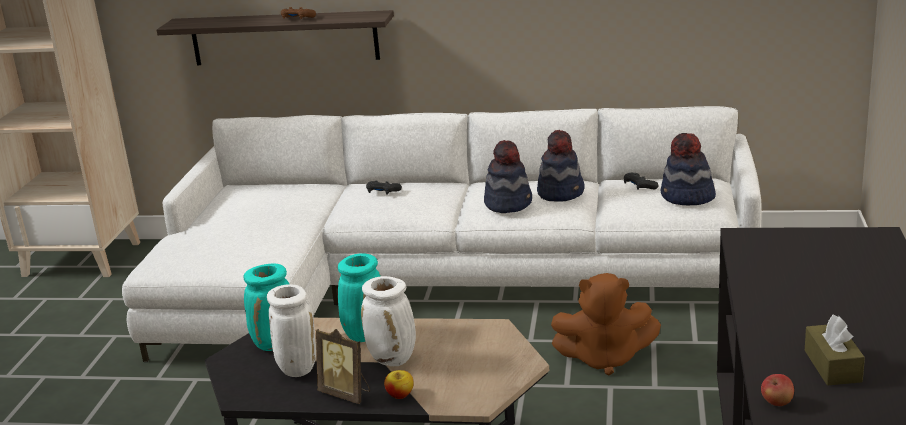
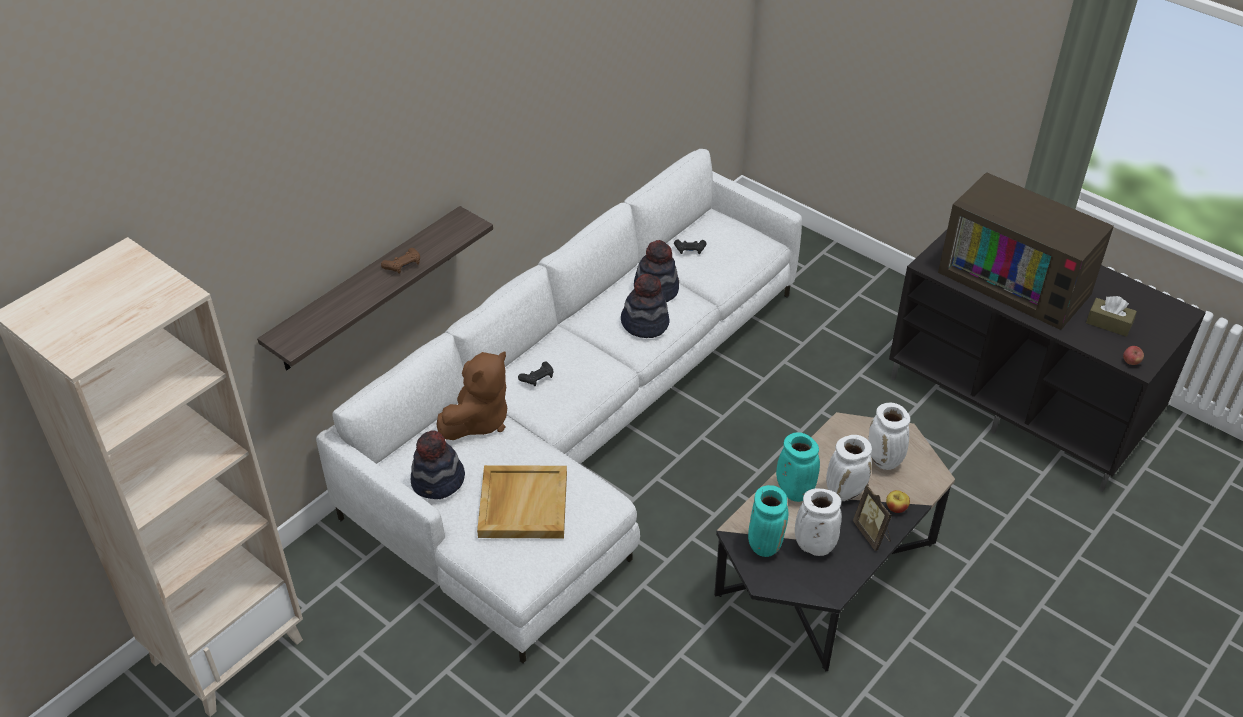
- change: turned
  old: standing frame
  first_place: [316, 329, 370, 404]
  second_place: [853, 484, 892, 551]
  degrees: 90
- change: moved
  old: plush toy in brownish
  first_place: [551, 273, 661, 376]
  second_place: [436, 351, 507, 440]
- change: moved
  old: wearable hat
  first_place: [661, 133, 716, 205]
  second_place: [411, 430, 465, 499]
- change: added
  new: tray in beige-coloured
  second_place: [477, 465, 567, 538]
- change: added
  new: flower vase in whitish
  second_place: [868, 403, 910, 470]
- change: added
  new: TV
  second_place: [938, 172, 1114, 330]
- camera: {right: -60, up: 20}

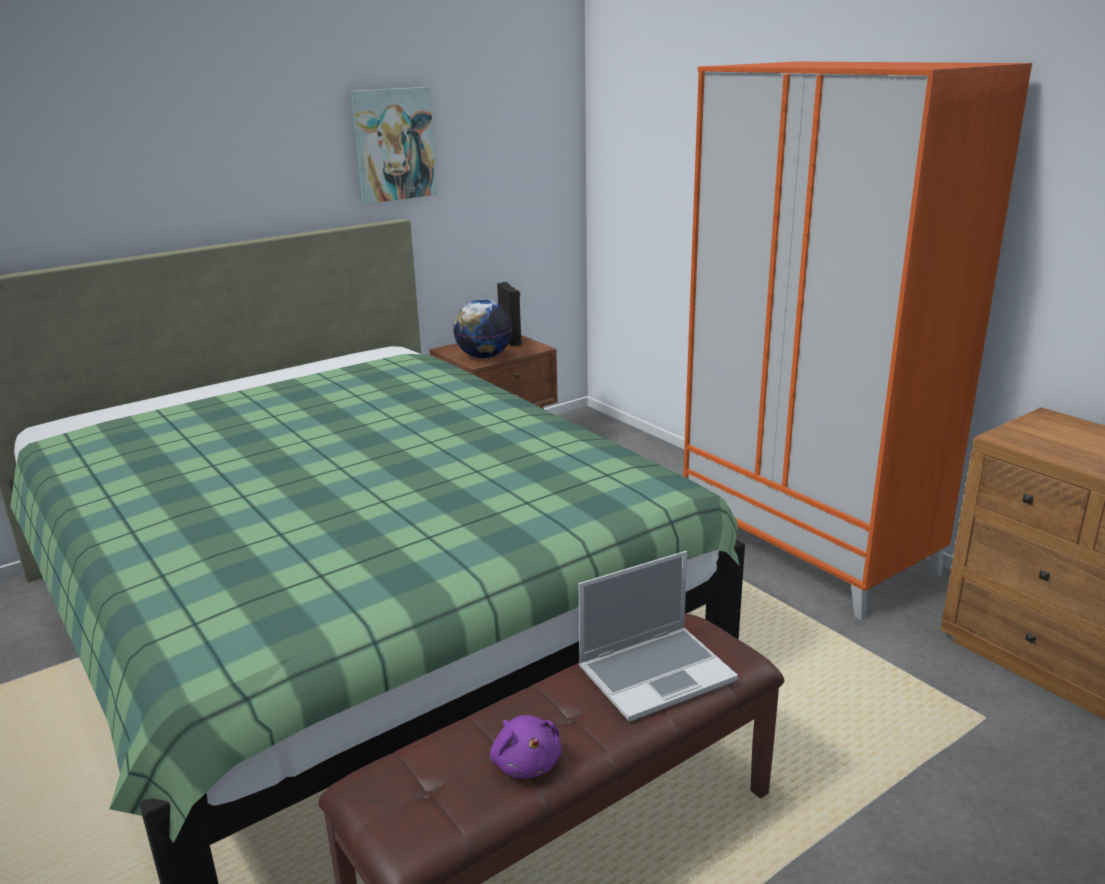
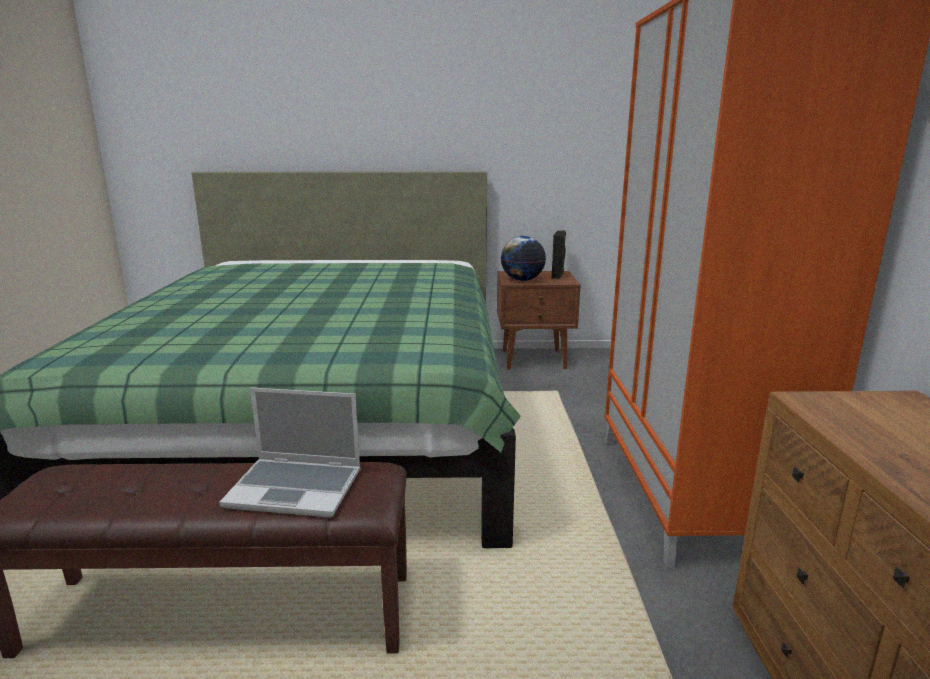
- change: removed
  old: wall art
  first_place: [349, 87, 438, 204]
- change: removed
  old: plush toy in purplish
  first_place: [490, 715, 561, 779]
- camera: {right: 35, up: -5}

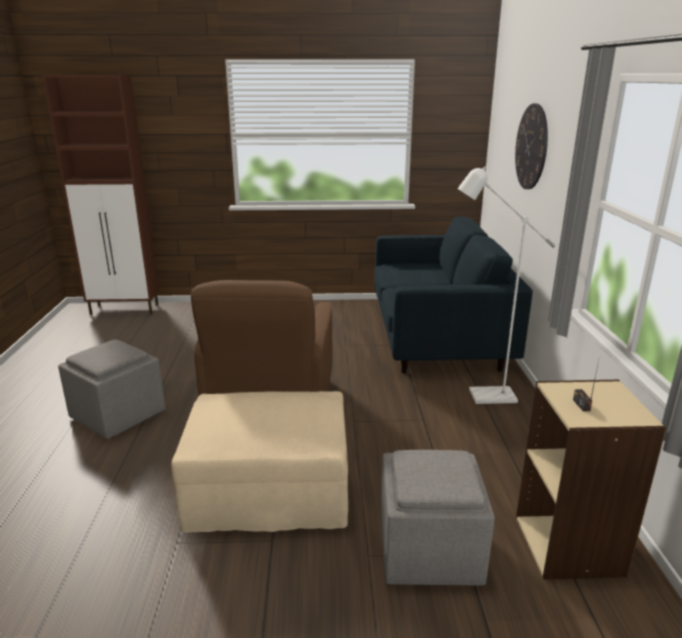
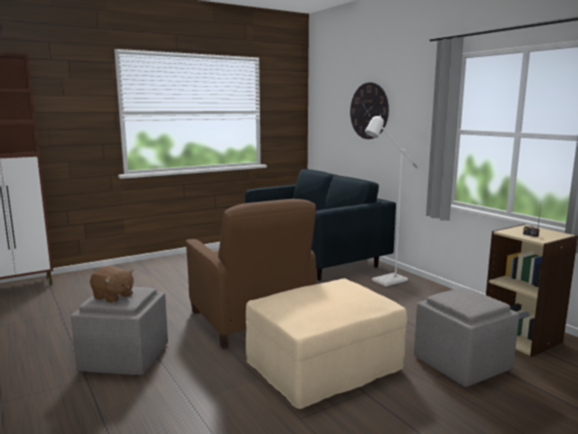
- change: added
  new: plush toy in brownish
  second_place: [90, 266, 134, 303]
- camera: {right: -30, up: -10}

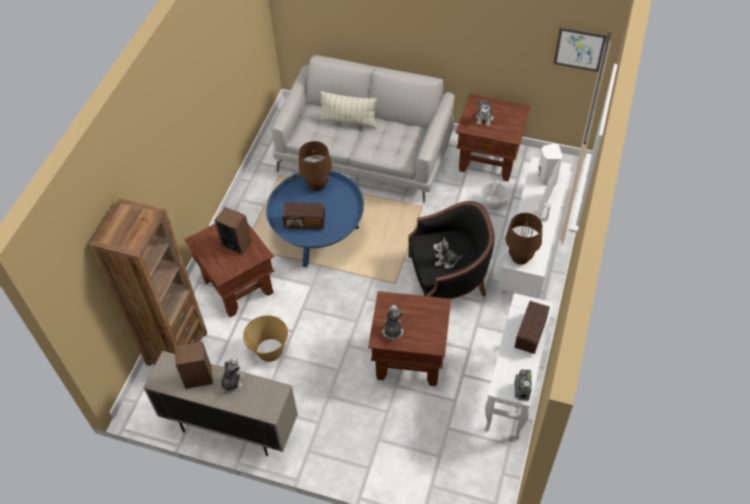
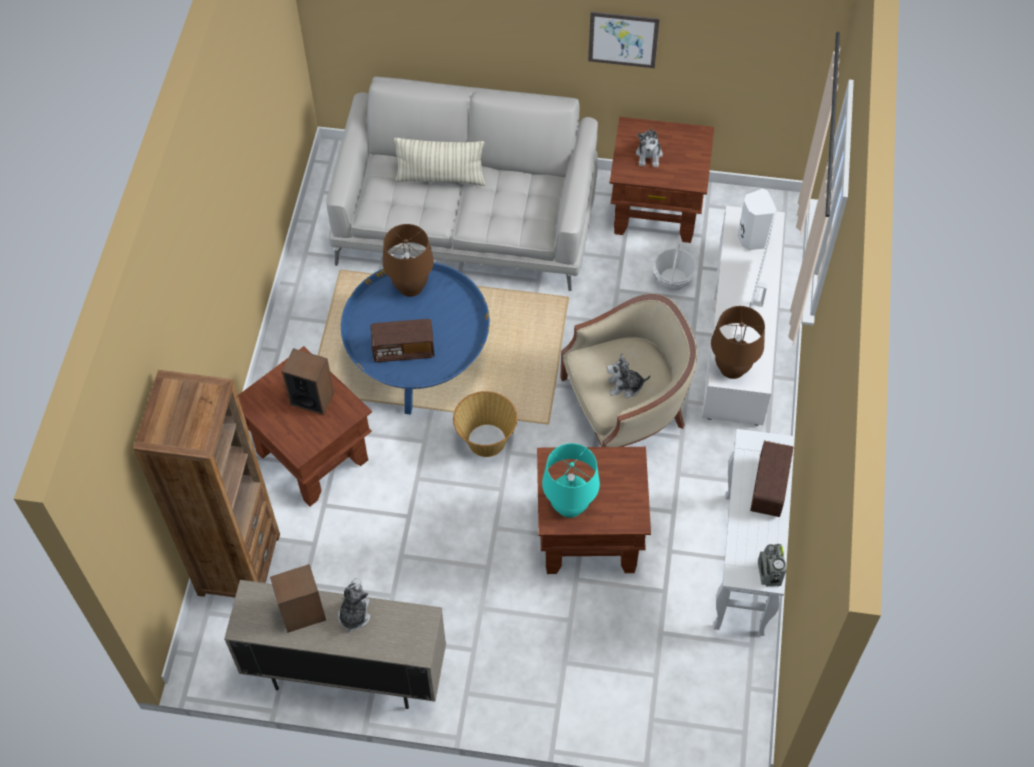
- change: moved
  old: basket
  first_place: [243, 315, 288, 362]
  second_place: [453, 391, 517, 457]
- change: replaced
  old: plush toy
  new: table lamp in turquoise-coloured
  first_place: [382, 305, 404, 340]
  second_place: [542, 443, 600, 518]
- change: recoloured
  old: lounge chair in blackish
  new: lounge chair in beige-coloured
  first_place: [408, 201, 494, 299]
  second_place: [560, 294, 697, 447]
- change: moved
  old: wall art
  first_place: [553, 27, 607, 72]
  second_place: [588, 11, 660, 68]
- camera: {right: -10, up: 5}

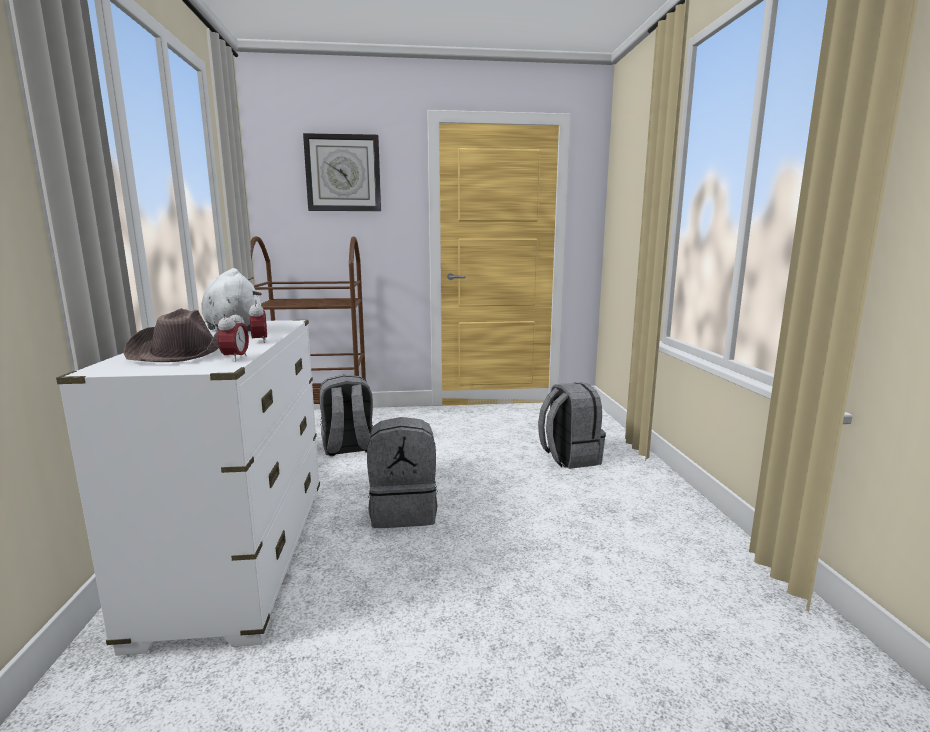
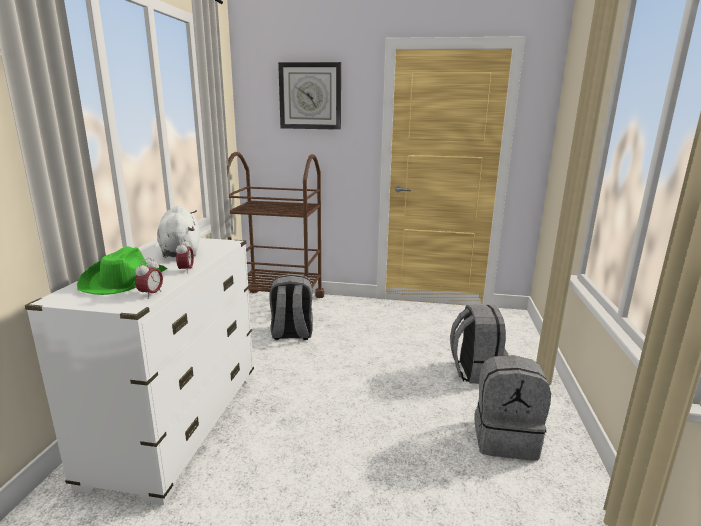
- change: recoloured
  old: wearable hat in brownish
  new: wearable hat in green
  first_place: [123, 308, 219, 362]
  second_place: [77, 246, 167, 295]
- change: moved
  old: backpack in greyish
  first_place: [367, 417, 438, 528]
  second_place: [474, 355, 551, 460]
- camera: {right: 15, up: 5}

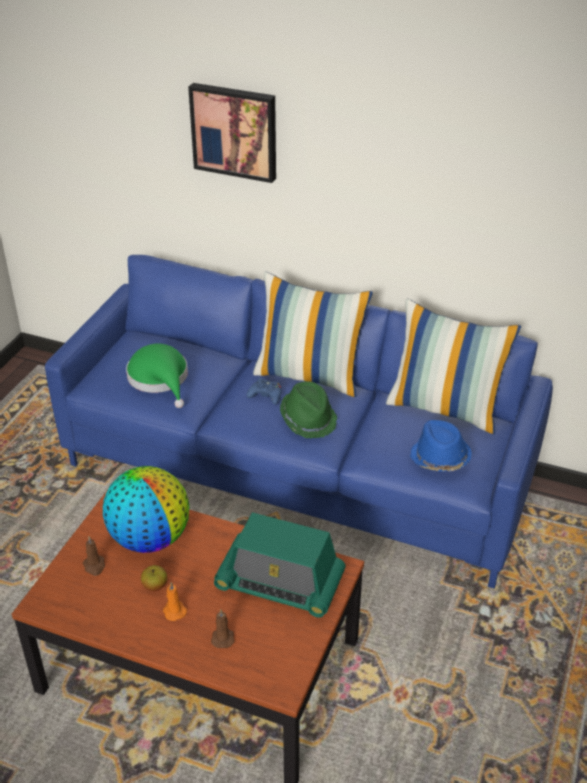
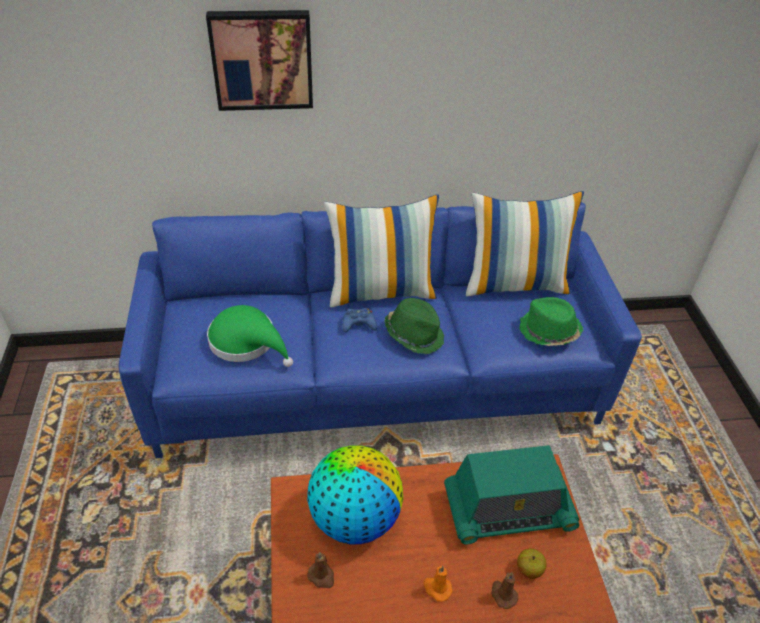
- change: moved
  old: whole apple
  first_place: [141, 565, 167, 591]
  second_place: [517, 548, 546, 579]
- change: recoloured
  old: wearable hat in bluish
  new: wearable hat in green
  first_place: [410, 420, 472, 471]
  second_place: [519, 297, 583, 346]
- camera: {right: -30, up: 5}

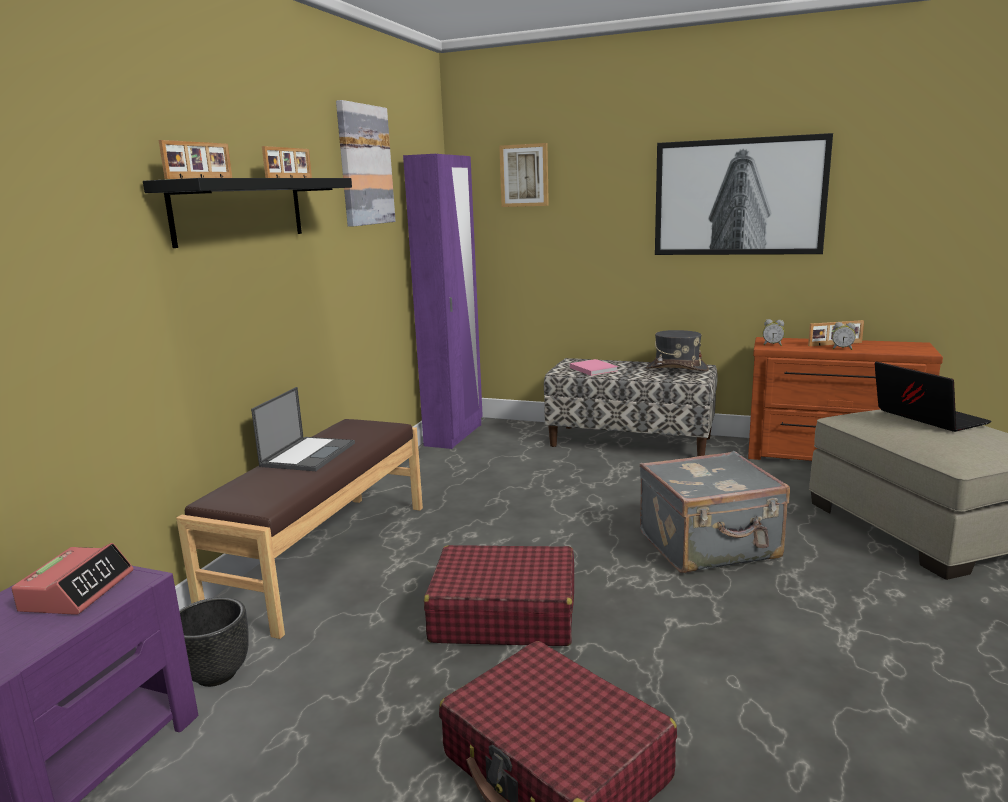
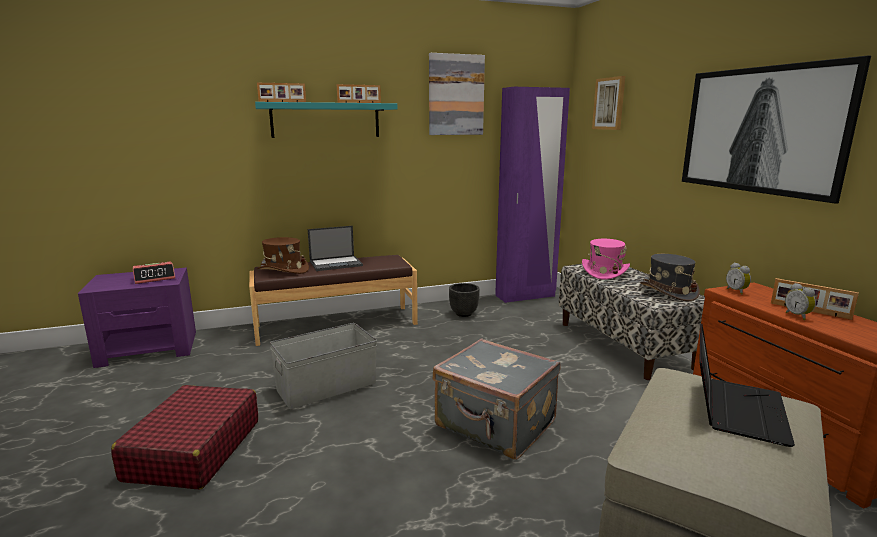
- change: recoloured
  old: bracket shelf in blackish
  new: bracket shelf in turquoise-coloured
  first_place: [143, 178, 352, 248]
  second_place: [255, 102, 397, 138]
- change: moved
  old: planter in blackish
  first_place: [179, 597, 249, 687]
  second_place: [449, 283, 480, 317]
- change: replaced
  old: travel case in red-coloured
  new: storage container in greyish
  first_place: [424, 545, 574, 646]
  second_place: [270, 323, 377, 409]
- change: replaced
  old: volume in pinkish
  new: wearable hat in pinkish
  first_place: [570, 359, 618, 376]
  second_place: [582, 239, 630, 280]
- change: added
  new: wearable hat in brownish
  second_place: [257, 237, 309, 274]
- camera: {right: 50, up: 0}

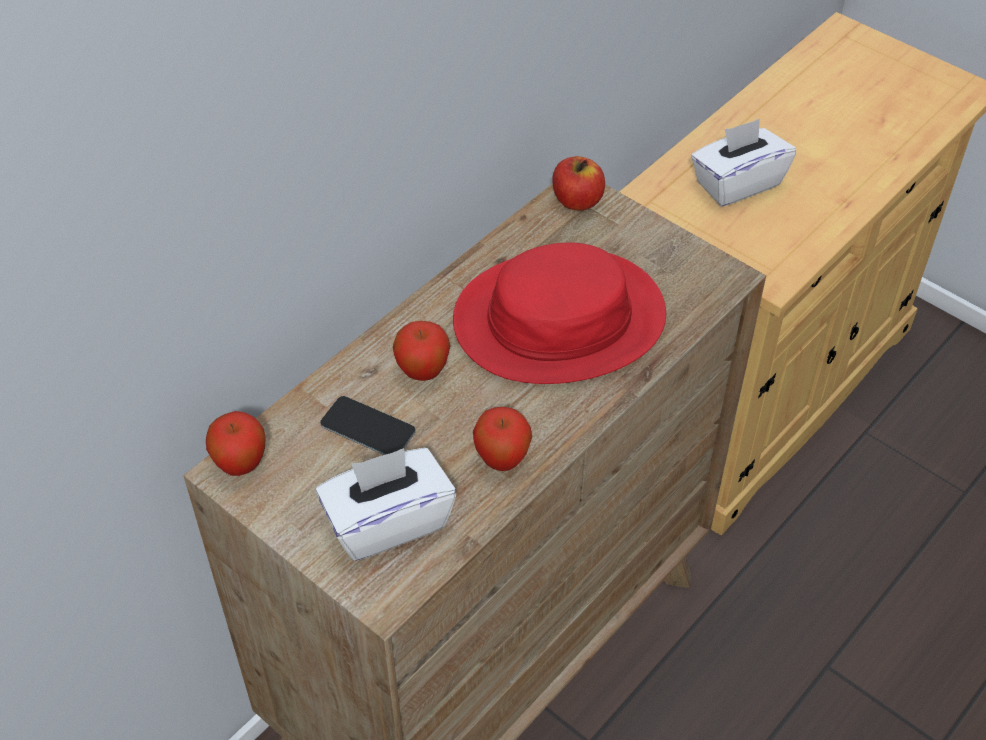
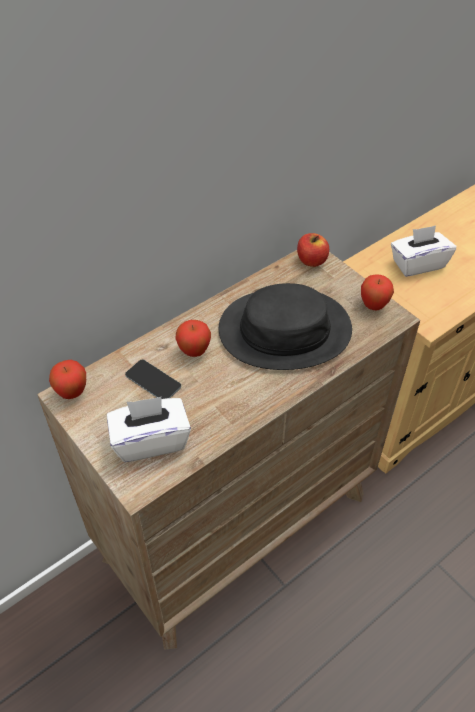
- change: recoloured
  old: wearable hat in red-coloured
  new: wearable hat in blackish
  first_place: [453, 242, 666, 384]
  second_place: [219, 283, 352, 370]
- change: moved
  old: whole apple
  first_place: [473, 407, 532, 471]
  second_place: [361, 274, 394, 310]
- camera: {right: 10, up: 0}

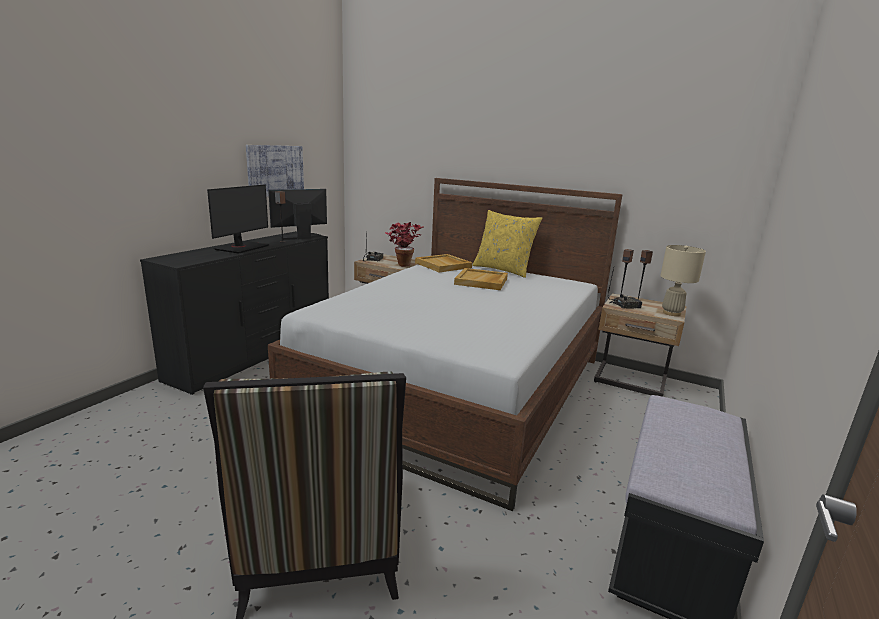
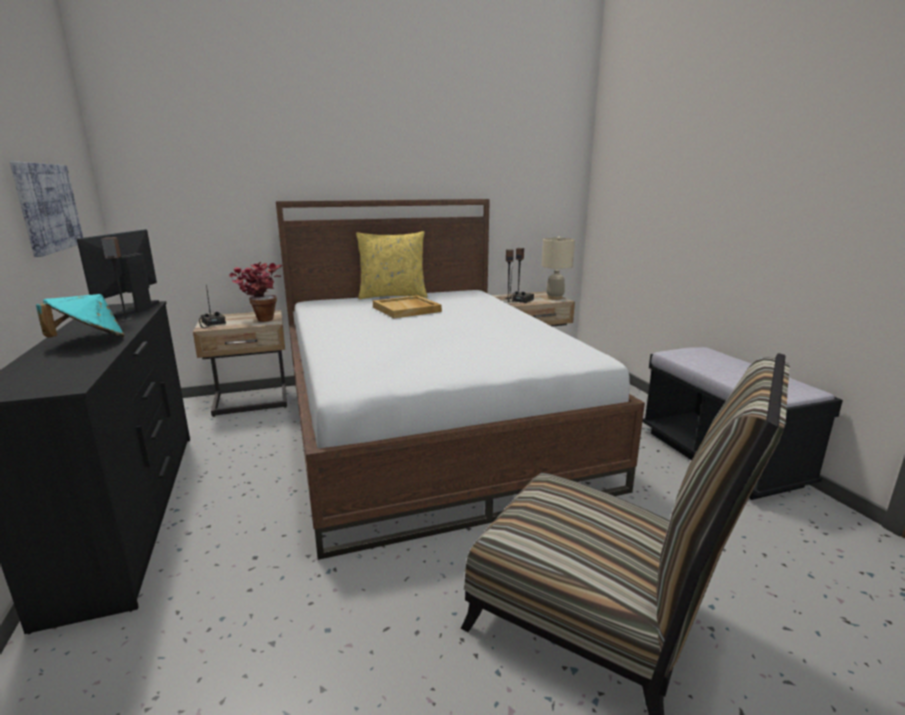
- change: replaced
  old: computer screen
  new: wearable hat in turquoise-coloured
  first_place: [207, 185, 269, 254]
  second_place: [36, 294, 125, 338]
- change: removed
  old: tray in beige-coloured
  first_place: [415, 254, 472, 272]
- camera: {right: -45, up: 0}

